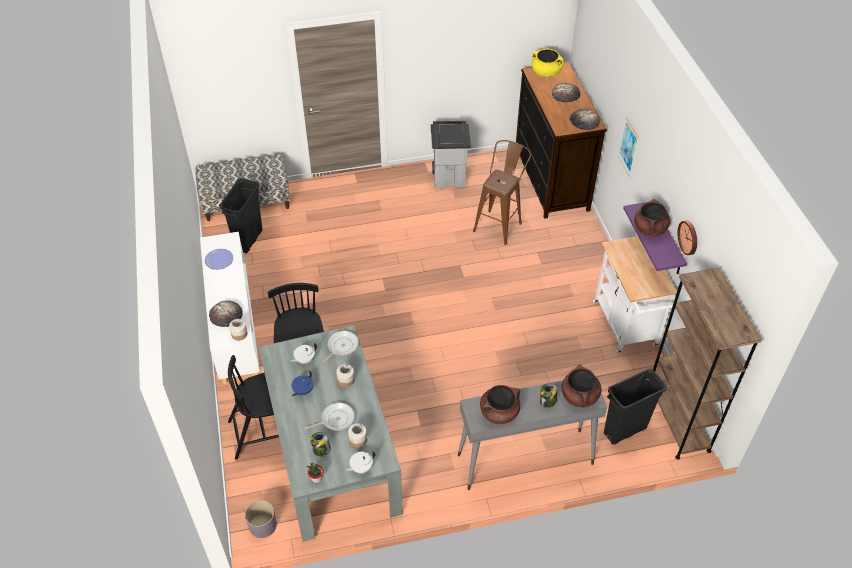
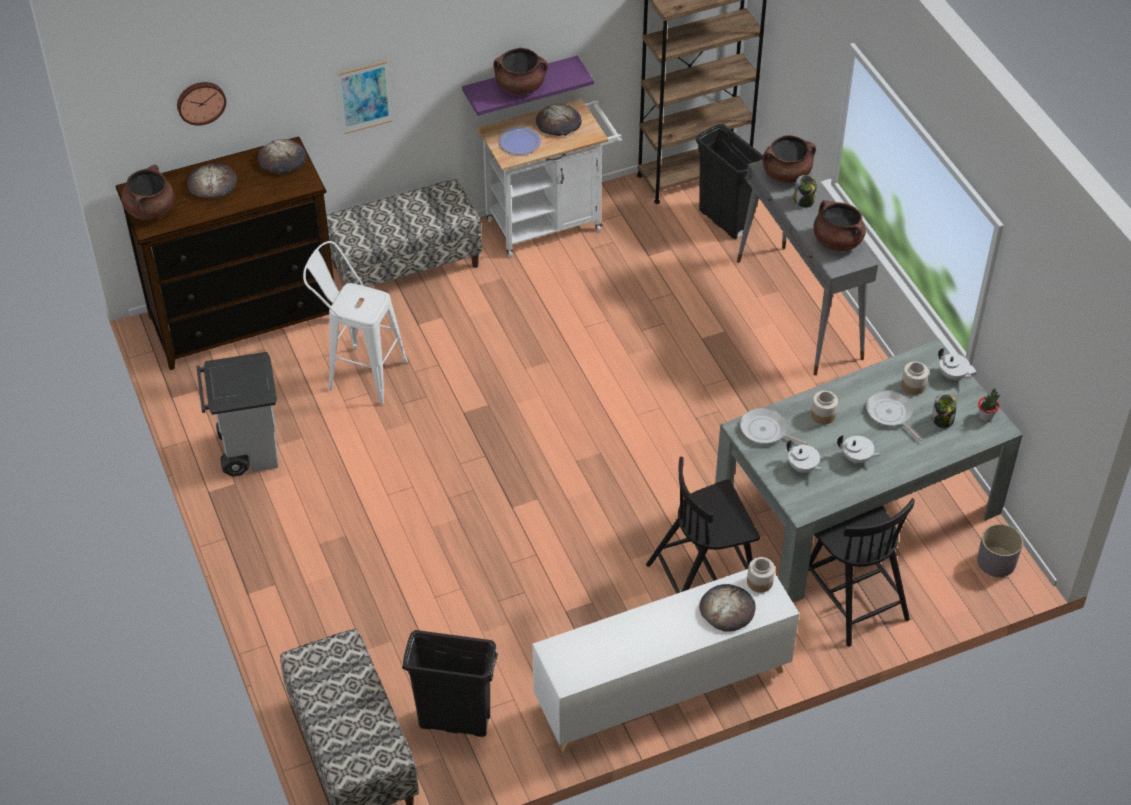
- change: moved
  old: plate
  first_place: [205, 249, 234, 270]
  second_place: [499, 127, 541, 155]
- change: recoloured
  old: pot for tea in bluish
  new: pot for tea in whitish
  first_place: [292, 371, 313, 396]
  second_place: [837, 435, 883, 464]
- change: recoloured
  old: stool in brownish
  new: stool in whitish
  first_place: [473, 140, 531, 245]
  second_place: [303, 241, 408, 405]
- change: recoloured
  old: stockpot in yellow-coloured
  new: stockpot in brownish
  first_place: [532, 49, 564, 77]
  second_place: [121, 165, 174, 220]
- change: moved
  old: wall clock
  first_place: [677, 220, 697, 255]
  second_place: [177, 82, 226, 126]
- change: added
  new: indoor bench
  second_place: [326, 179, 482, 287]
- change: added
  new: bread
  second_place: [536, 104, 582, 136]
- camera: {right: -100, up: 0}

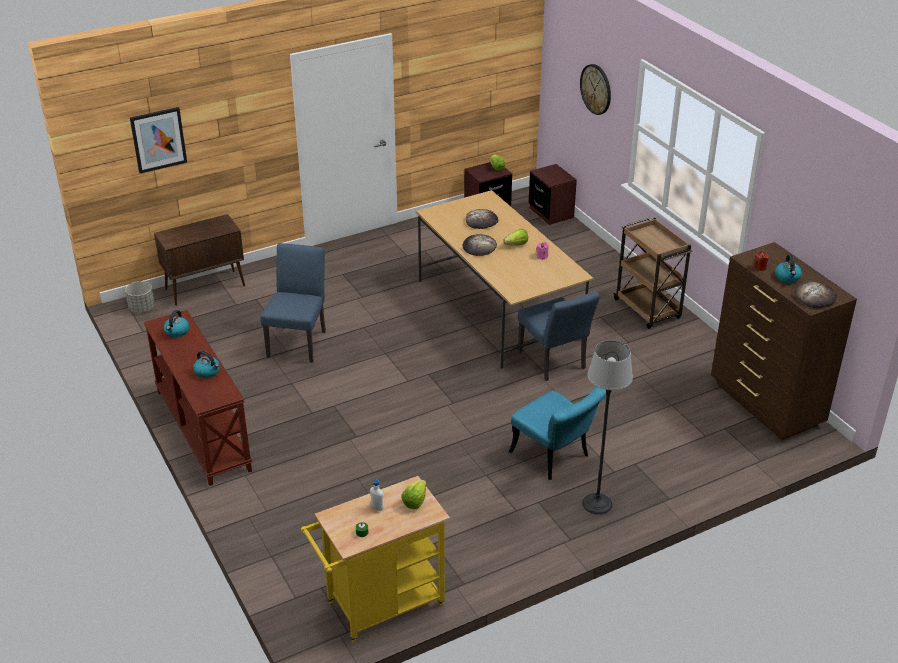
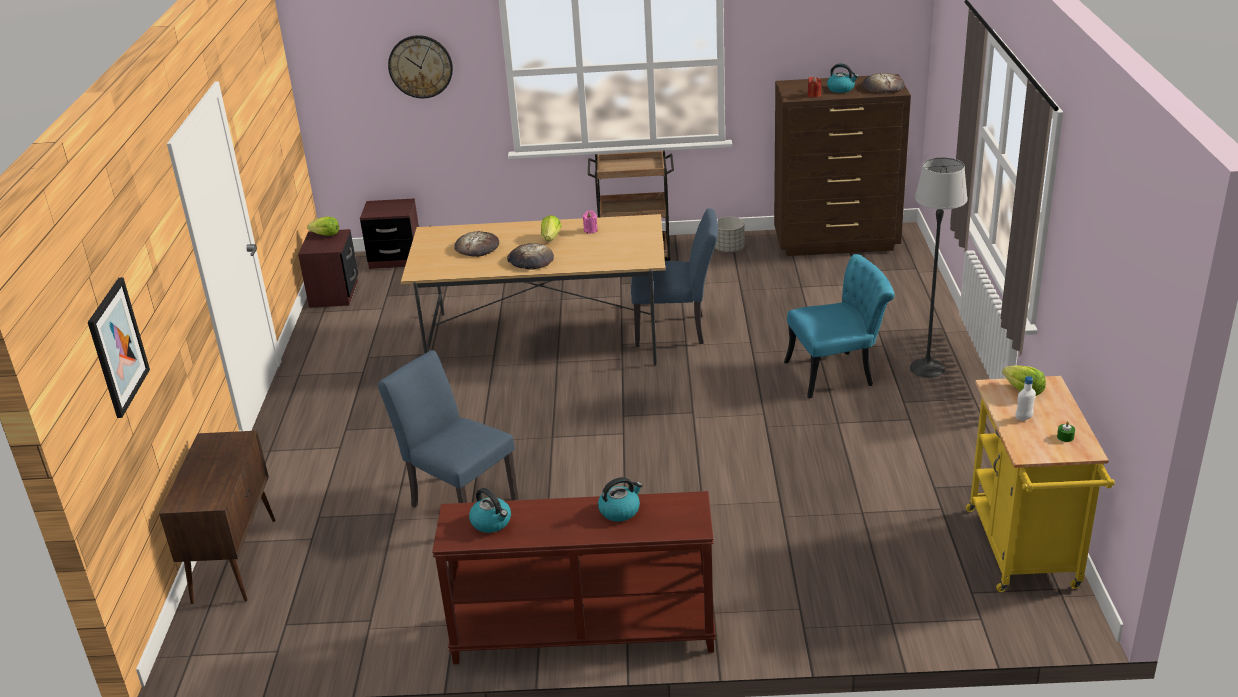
- change: moved
  old: planter in greyish
  first_place: [125, 281, 155, 313]
  second_place: [715, 217, 745, 252]
- camera: {right: -60, up: -5}

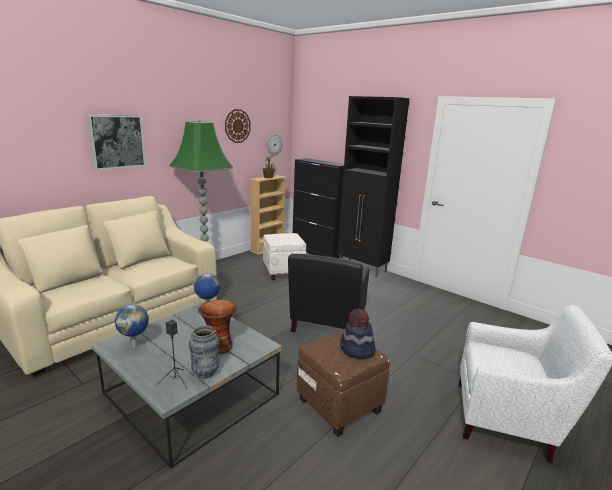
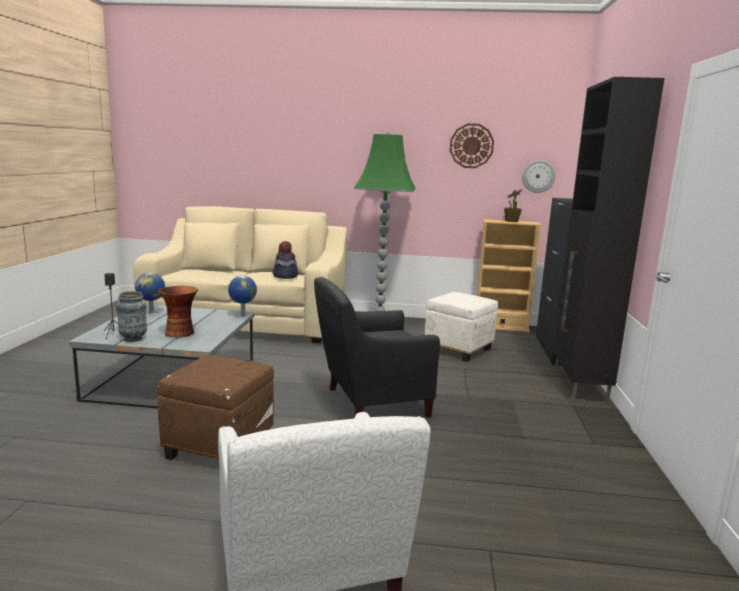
- change: removed
  old: wall art
  first_place: [87, 115, 146, 170]
- change: moved
  old: wearable hat
  first_place: [340, 309, 375, 359]
  second_place: [273, 241, 298, 279]
- camera: {right: 55, up: -5}

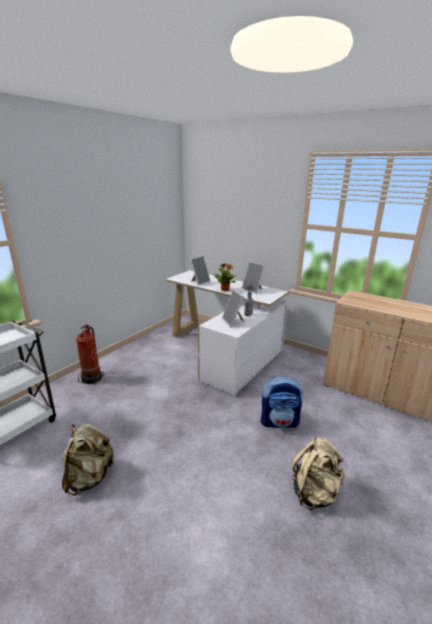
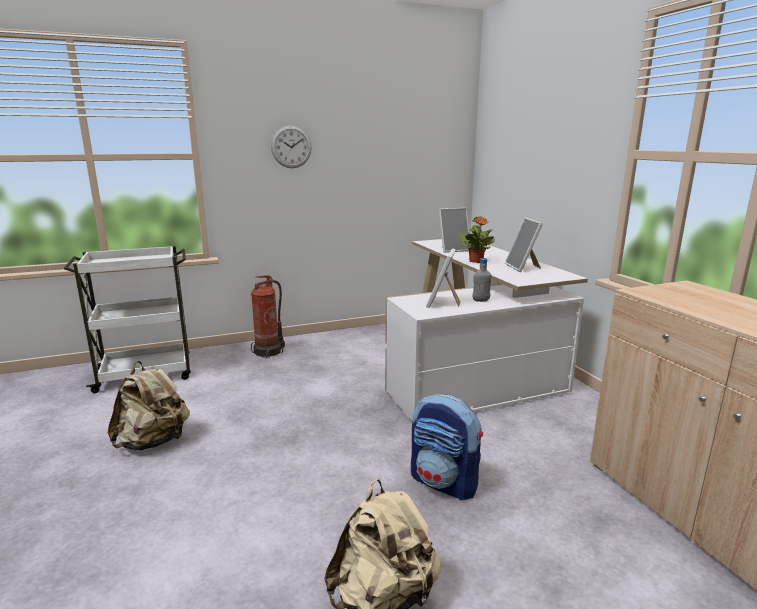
- change: added
  new: wall clock
  second_place: [271, 126, 312, 168]
- camera: {right: 35, up: -5}

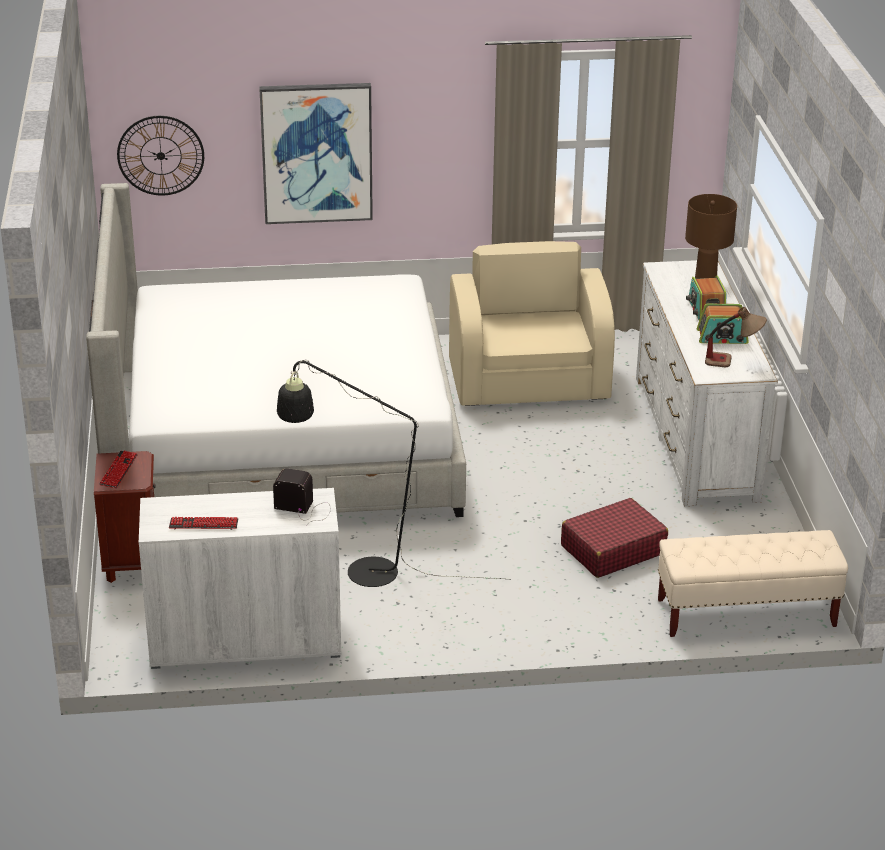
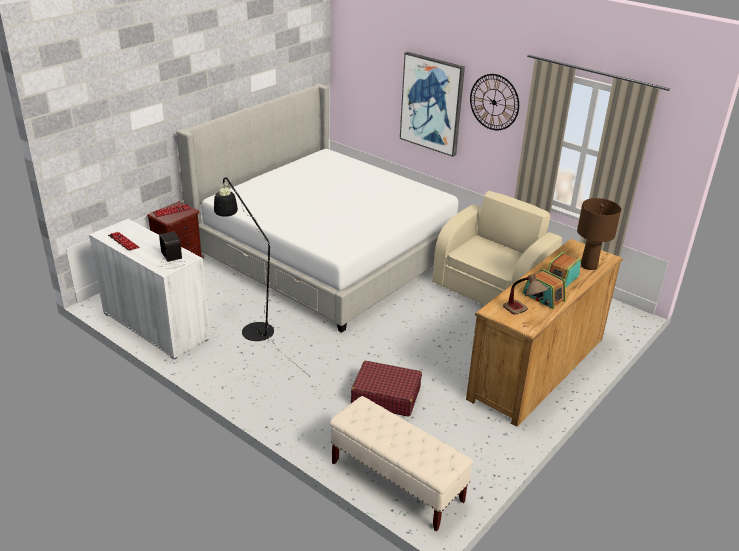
- change: moved
  old: wall clock
  first_place: [117, 116, 204, 196]
  second_place: [470, 74, 519, 130]
- change: recoloured
  old: chest of drawers in whitish
  new: chest of drawers in brownish
  first_place: [636, 260, 778, 506]
  second_place: [466, 239, 623, 427]
- camera: {right: 45, up: 0}

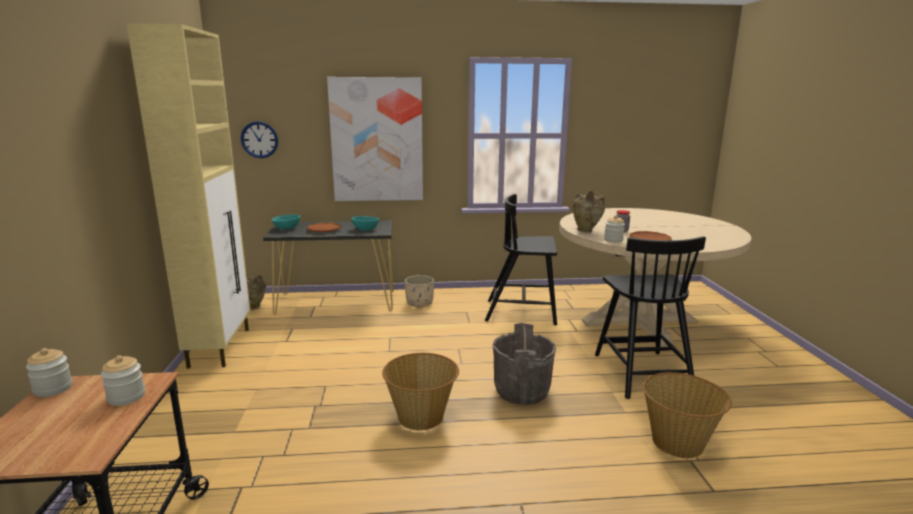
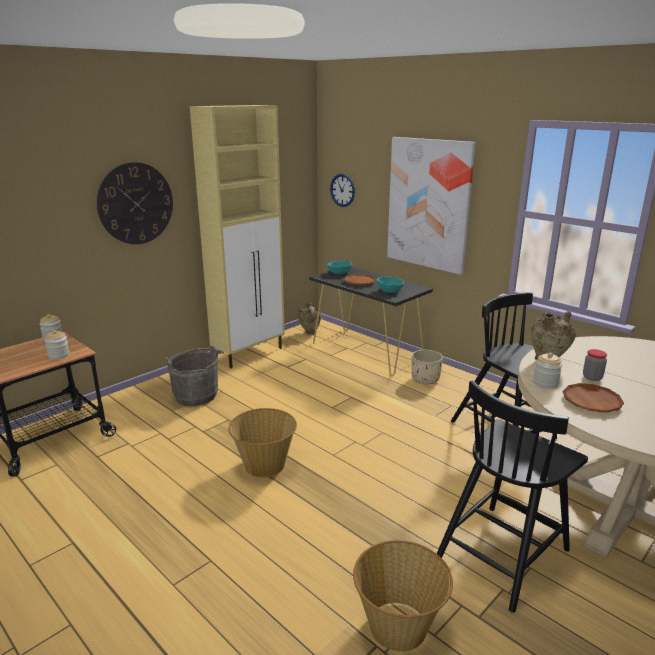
- change: moved
  old: bucket in greyish
  first_place: [493, 323, 556, 405]
  second_place: [166, 346, 219, 406]
- change: added
  new: wall clock
  second_place: [97, 162, 173, 244]
- camera: {right: 50, up: 5}

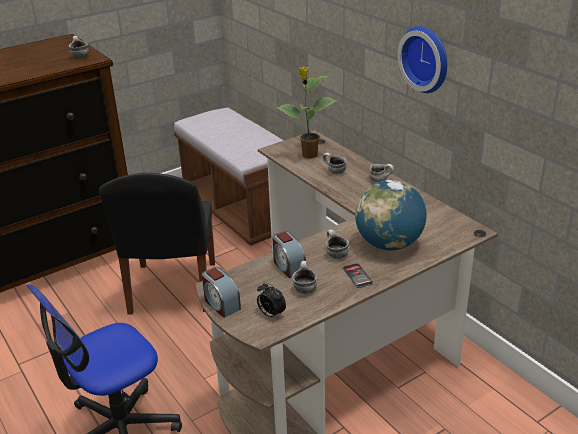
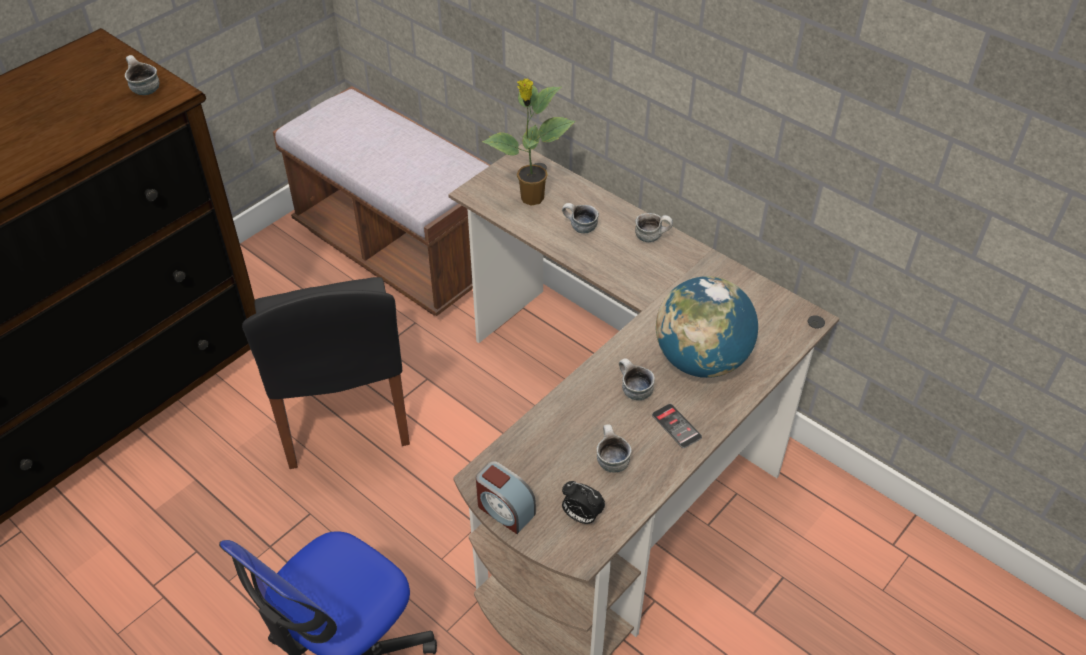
- change: removed
  old: table clock
  first_place: [272, 231, 306, 278]
- change: removed
  old: wall clock
  first_place: [397, 26, 447, 93]
- camera: {right: -15, up: 15}

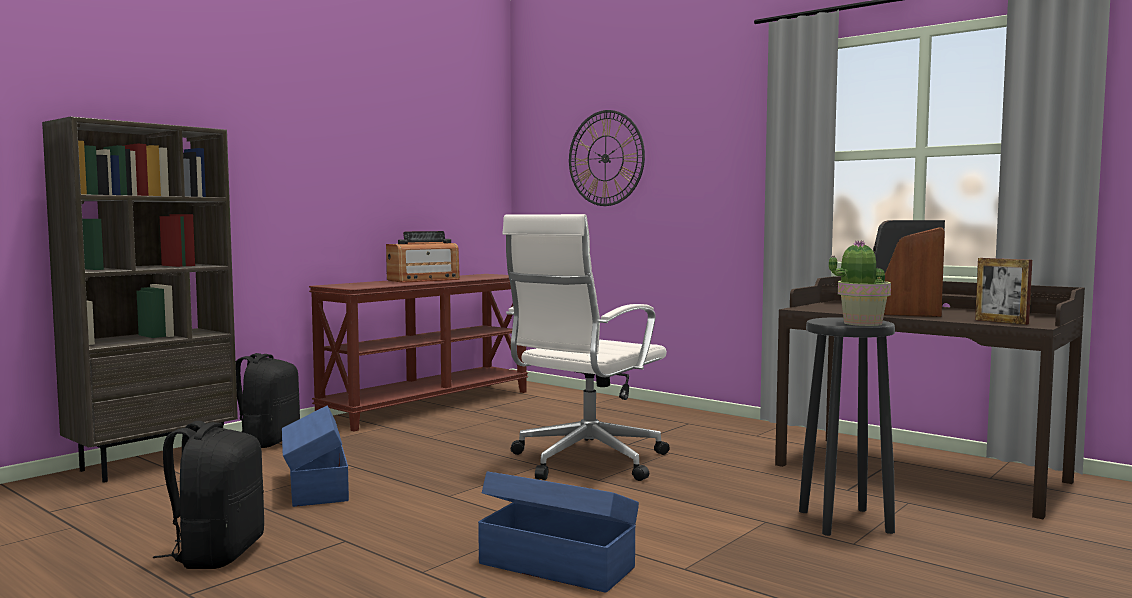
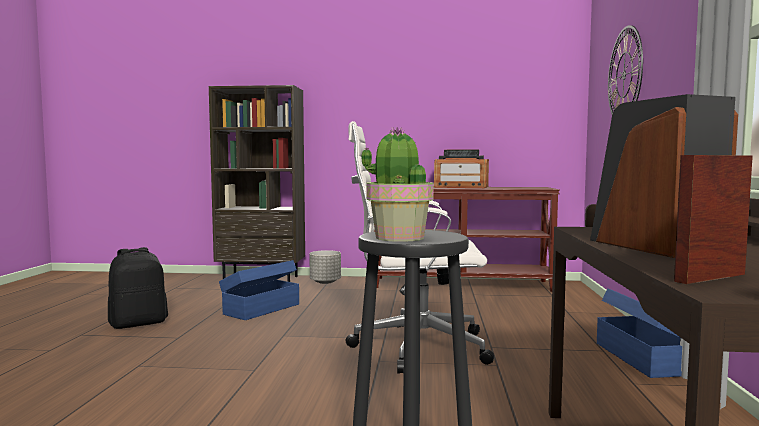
- change: replaced
  old: backpack in blackish
  new: planter in greyish
  first_place: [236, 353, 300, 448]
  second_place: [309, 250, 341, 284]
- change: moved
  old: storage container in bluish
  first_place: [478, 471, 639, 593]
  second_place: [597, 288, 682, 378]
- change: turned
  old: standing frame
  first_place: [975, 258, 1032, 325]
  second_place: [674, 155, 753, 284]
  degrees: 45
- camera: {right: 55, up: 0}

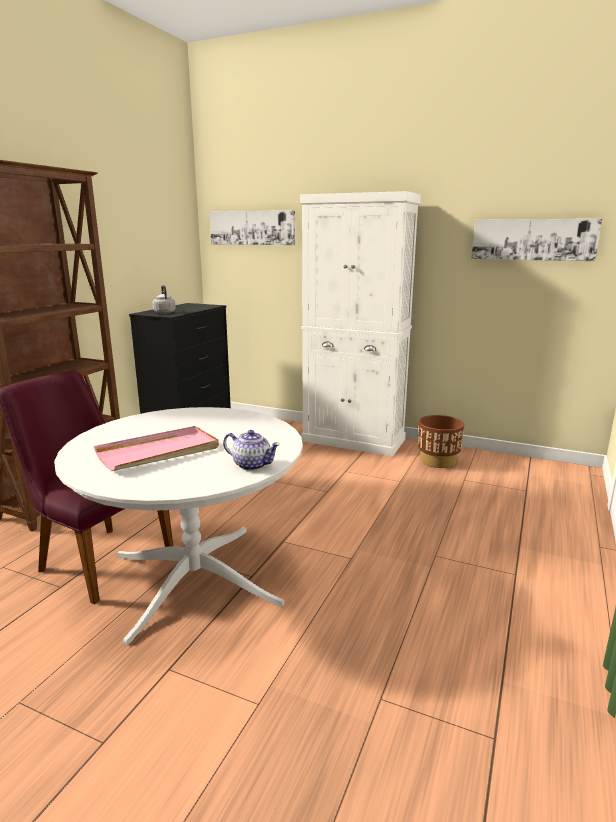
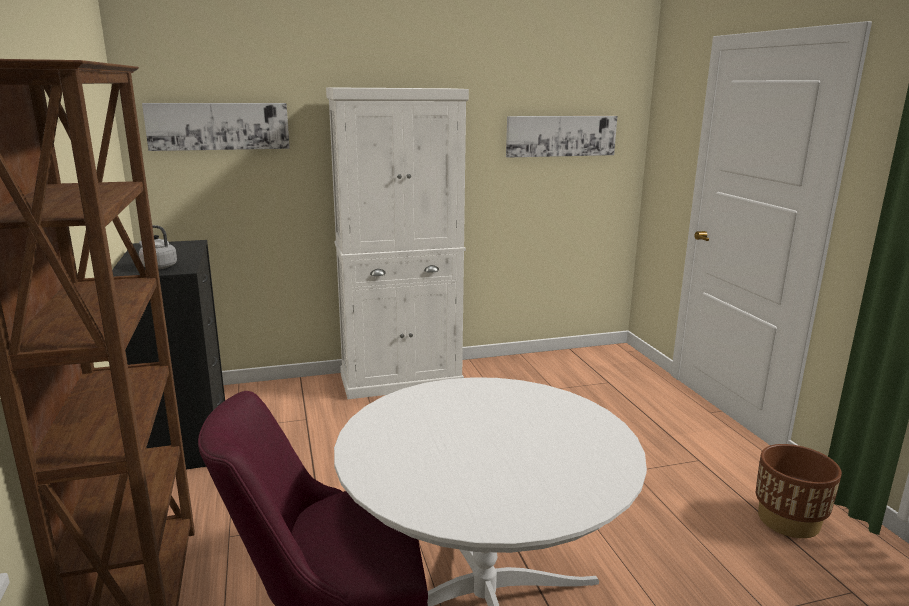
- change: removed
  old: tray in pinkish
  first_place: [94, 426, 219, 471]
- change: removed
  old: pot for tea
  first_place: [223, 430, 280, 471]
- change: moved
  old: planter in brownish
  first_place: [418, 415, 464, 468]
  second_place: [756, 444, 842, 538]
- camera: {right: -40, up: 0}

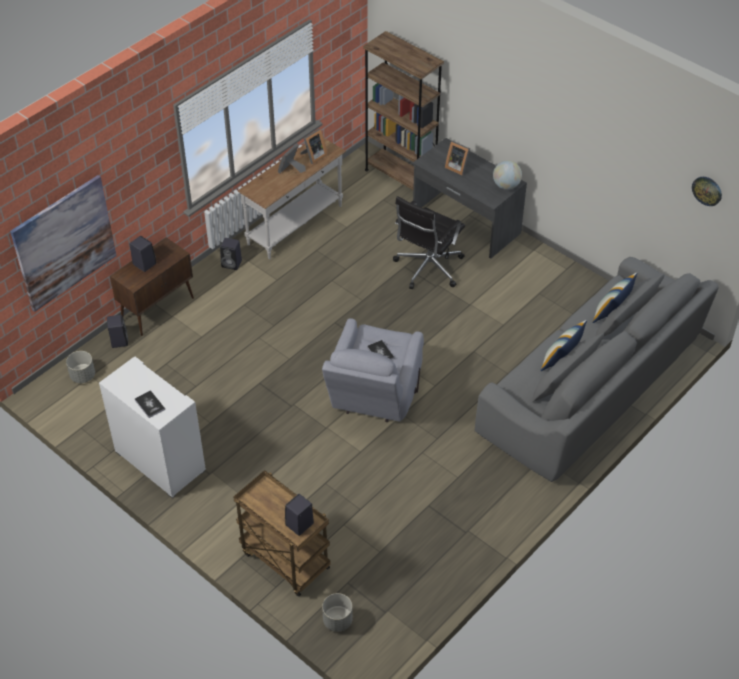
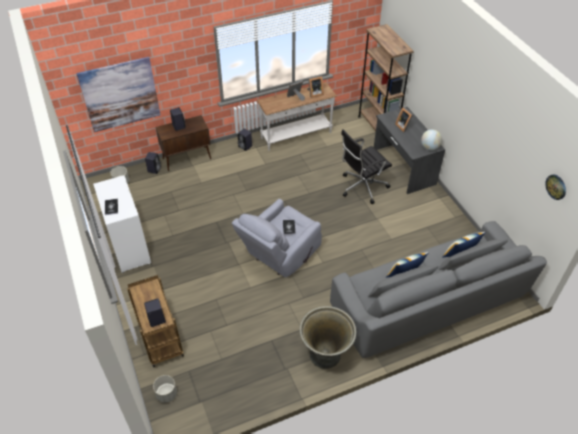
- change: added
  new: planter in greyish
  second_place: [300, 306, 356, 369]
- camera: {right: 25, up: 0}

